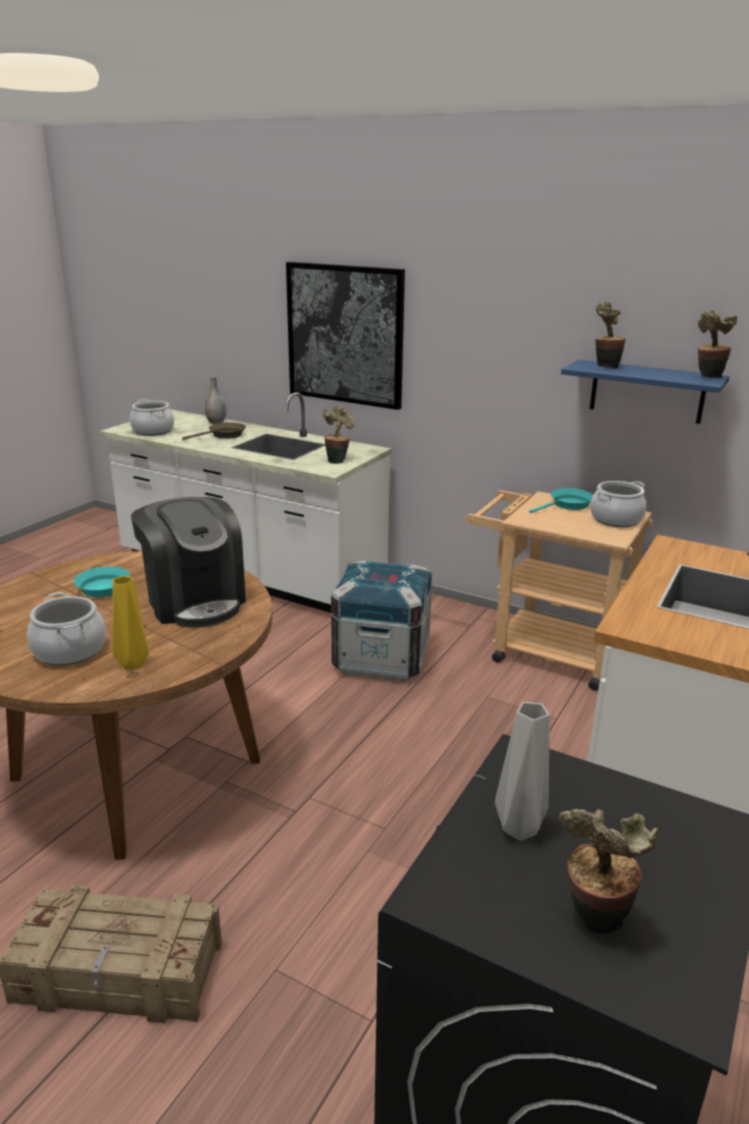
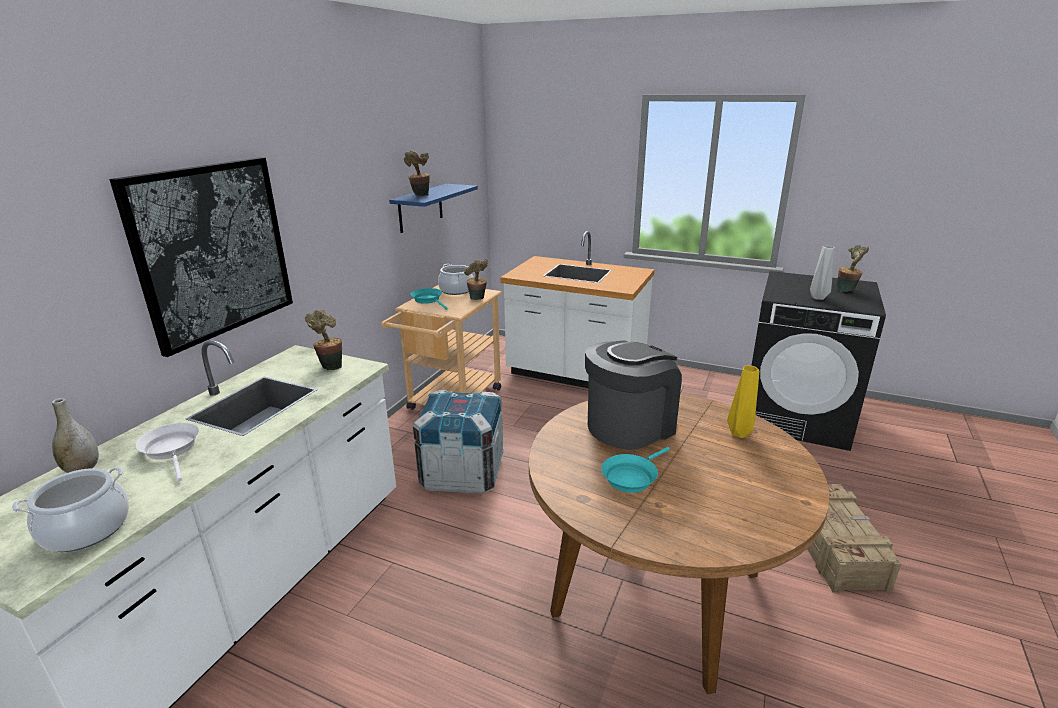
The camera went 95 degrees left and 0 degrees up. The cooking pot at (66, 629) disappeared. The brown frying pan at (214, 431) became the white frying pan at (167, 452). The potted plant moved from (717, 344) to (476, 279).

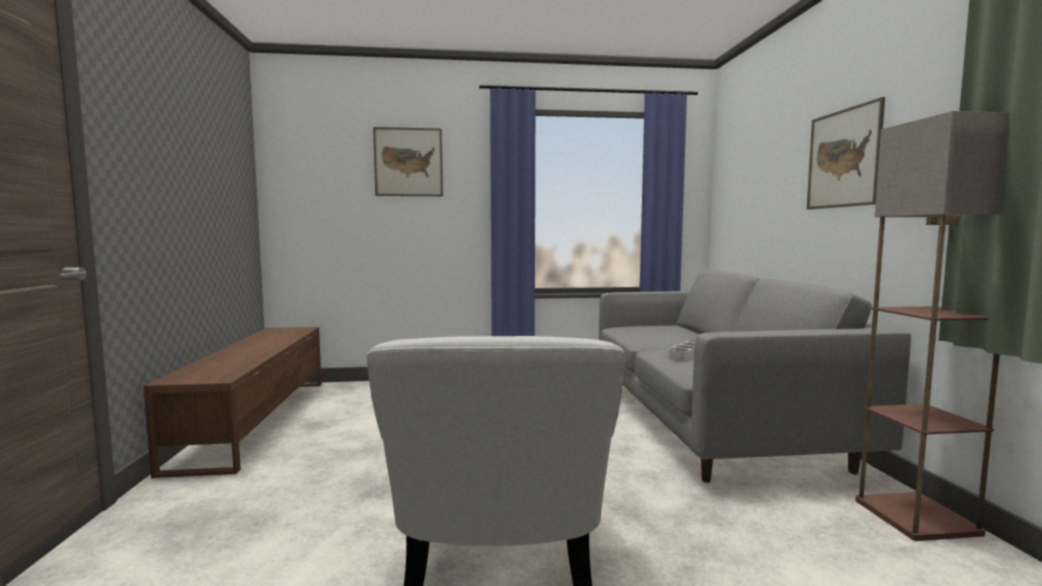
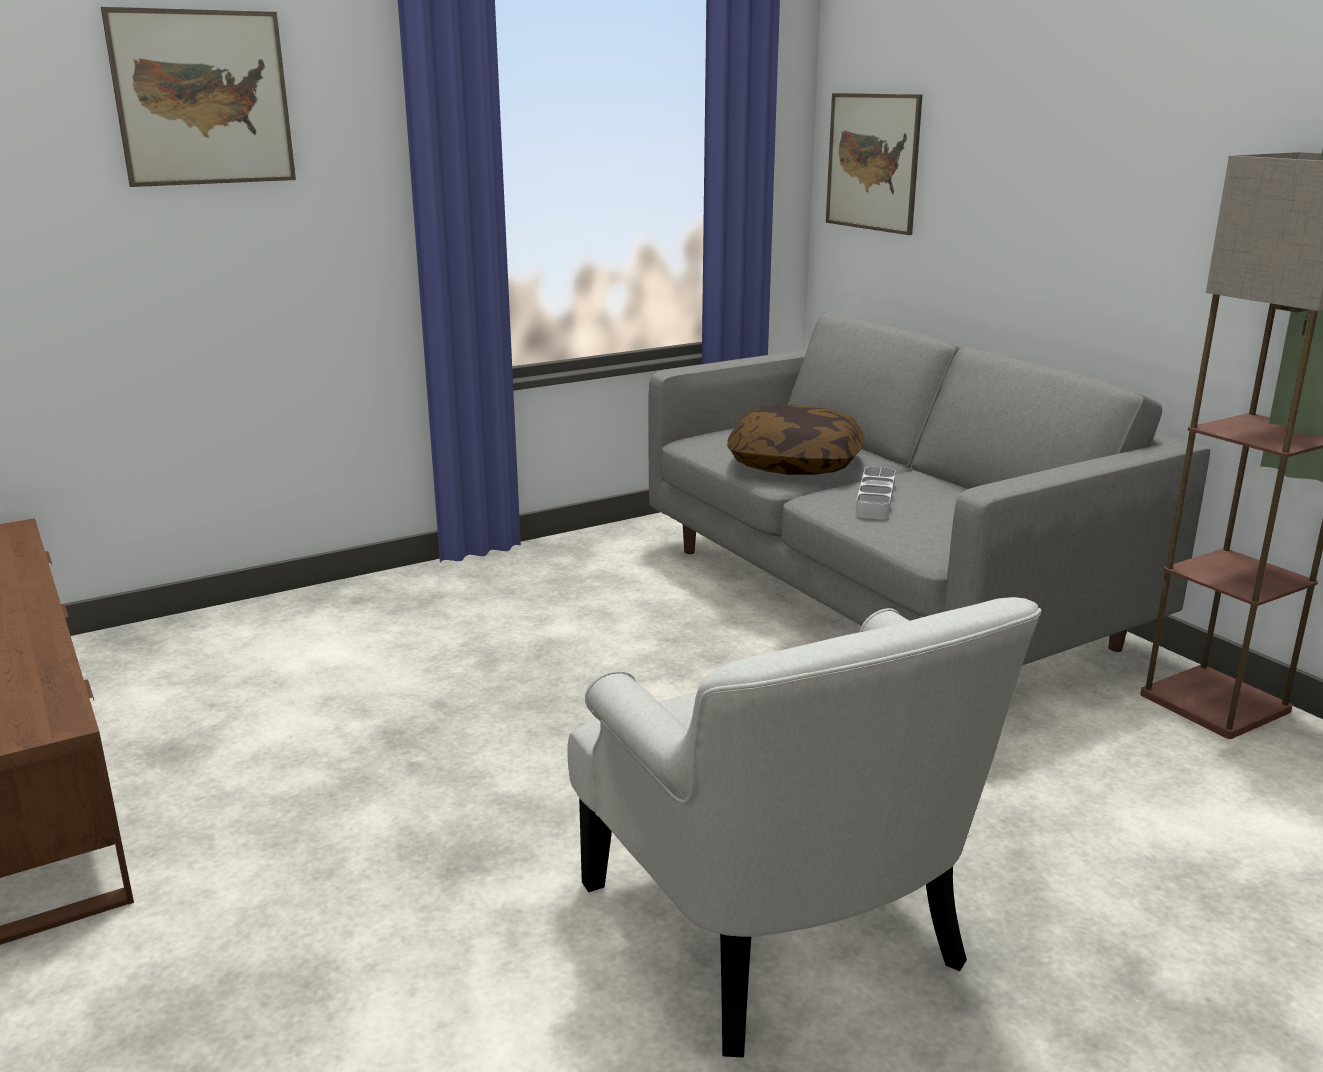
The camera went 25 degrees left and 15 degrees up. The picture moved from (846, 153) to (874, 164). The pillow at (795, 440) appeared.

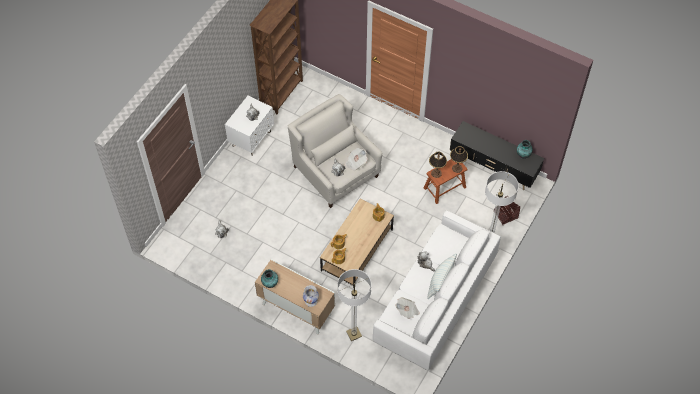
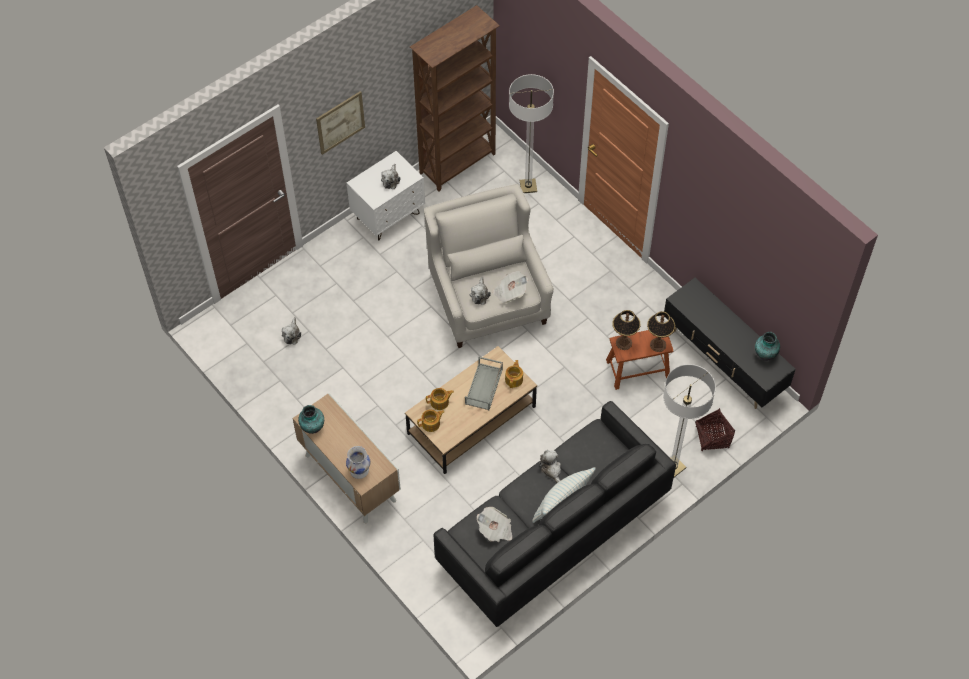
The camera went 20 degrees right and 0 degrees up. The floor lamp moved from (354, 305) to (531, 133). The white sofa at (437, 290) became the black sofa at (555, 514). The picture at (340, 123) appeared. The grey tray at (484, 383) appeared.

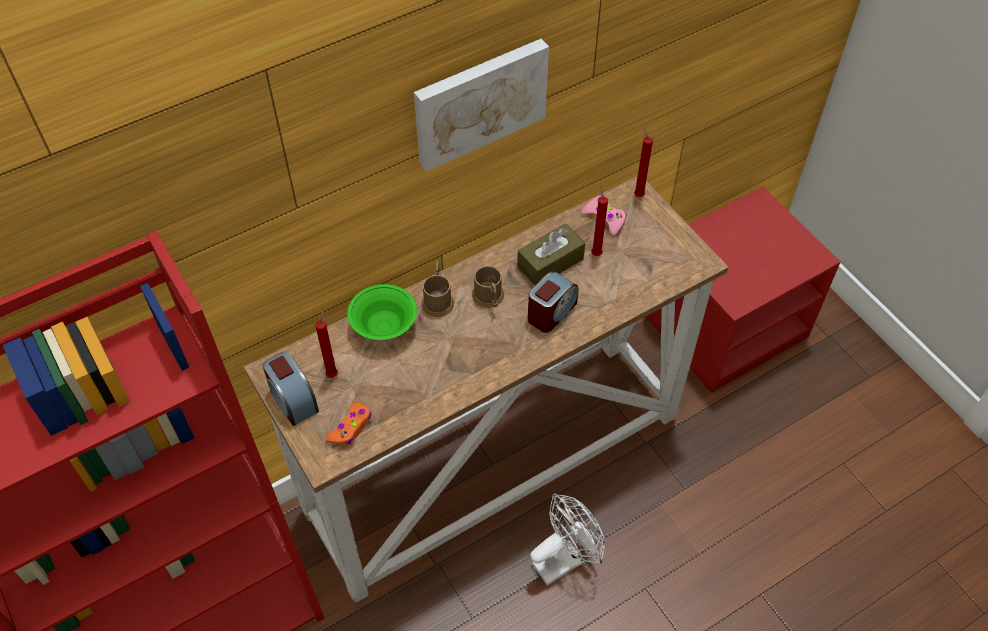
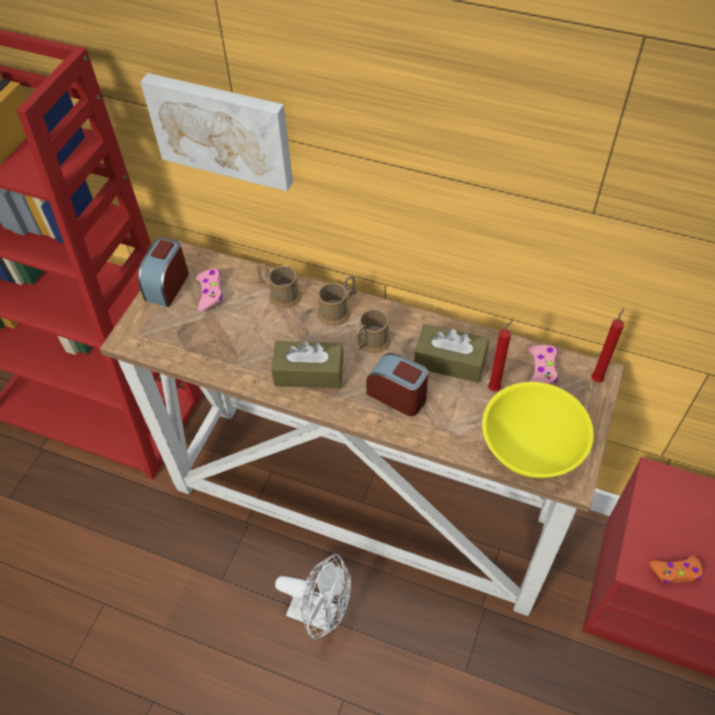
The camera went 55 degrees right and 0 degrees up. The red candle at (326, 344) was replaced by the pink game controller at (209, 290). The orange game controller moved from (348, 423) to (676, 570). The green bowl at (382, 312) was replaced by the brown mug at (279, 286). The picture moved from (481, 105) to (216, 132). The alarm clock at (553, 302) turned 150 degrees counterclockwise. The brown tissue box at (307, 364) appeared. The yellow bowl at (538, 430) appeared.

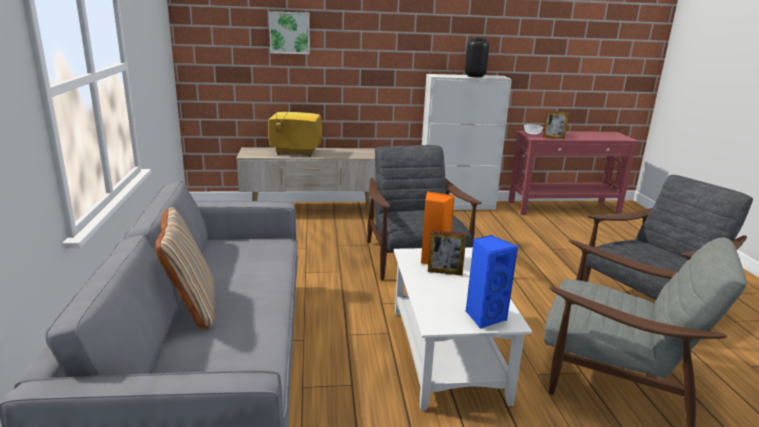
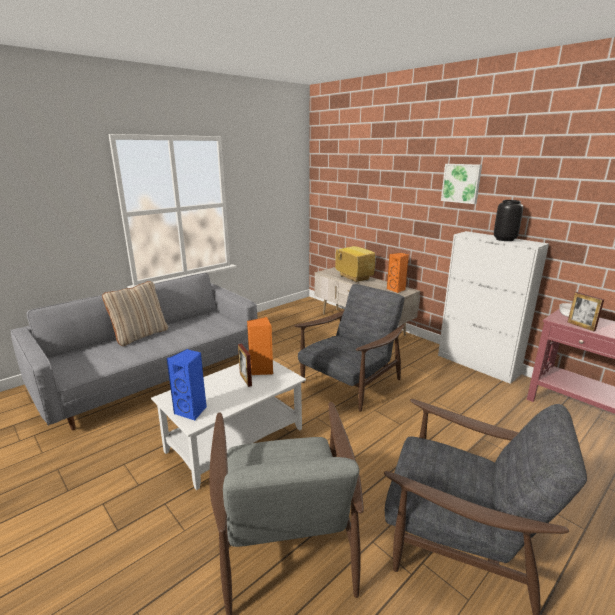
The camera went 55 degrees right and 0 degrees up. The picture moved from (289, 32) to (461, 184). The orange speaker at (398, 273) appeared.

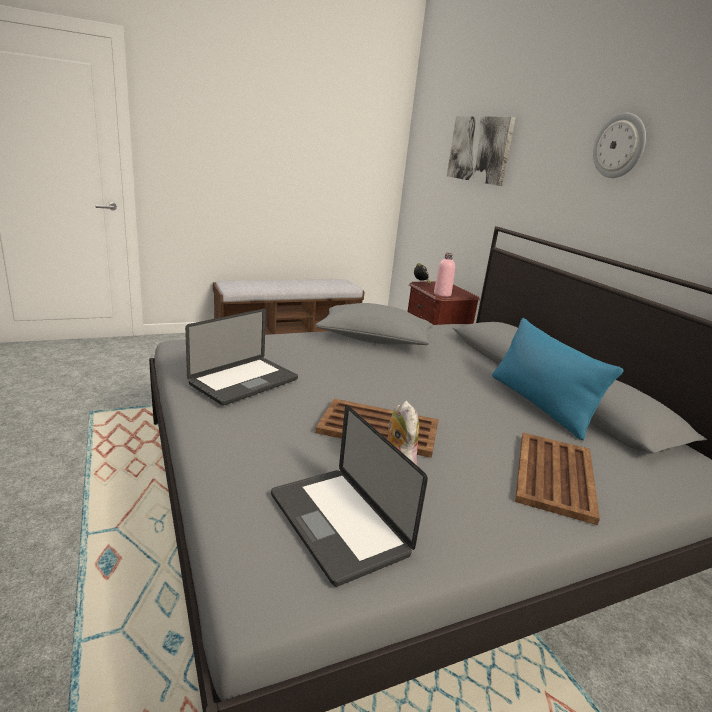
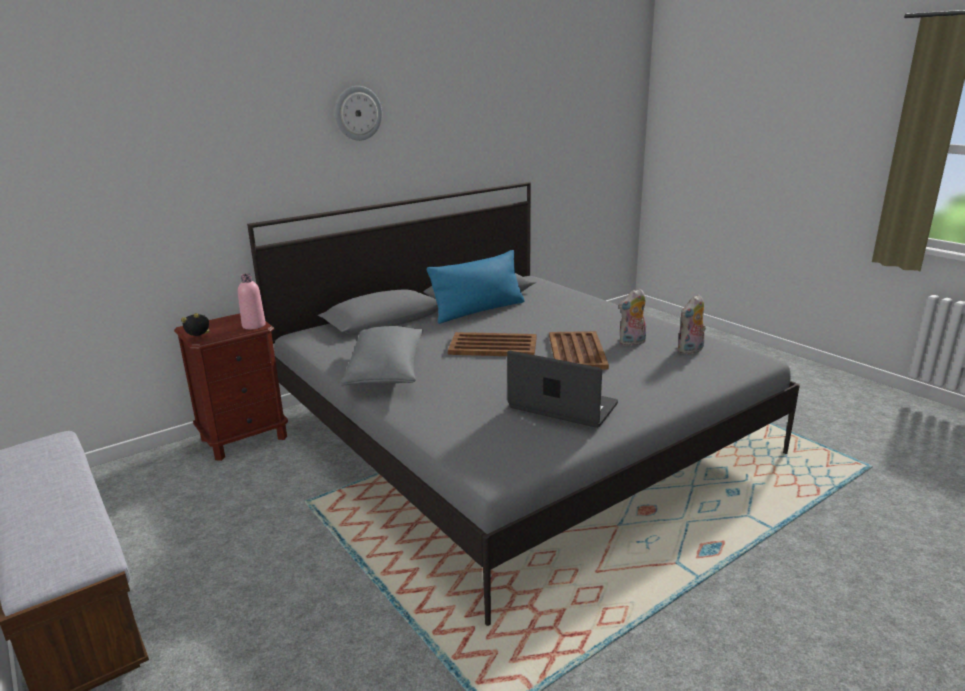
The camera went 100 degrees left and 0 degrees up. The laptop at (349, 496) was replaced by the plush toy at (691, 324). The picture at (481, 151) disappeared. The brown tray moved from (557, 479) to (492, 344).

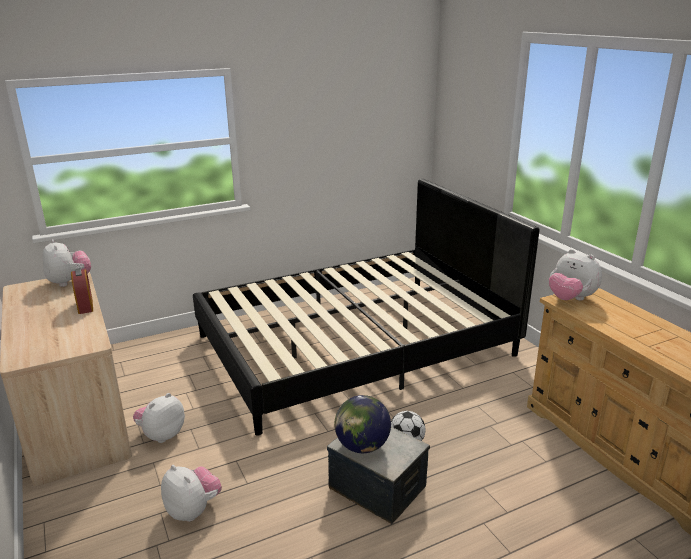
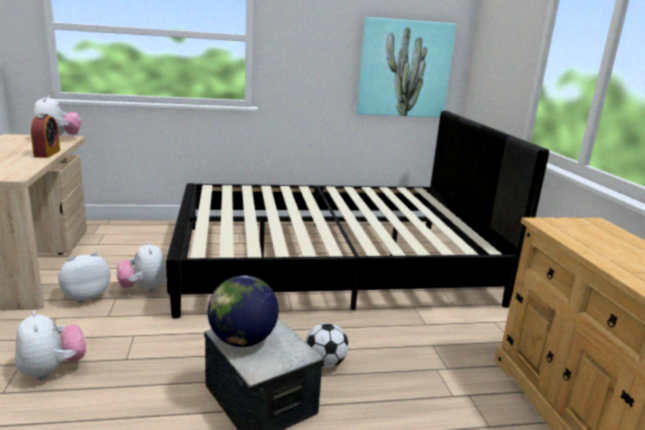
The camera went 15 degrees right and 5 degrees down. The plush toy moved from (575, 274) to (142, 266). The picture at (406, 67) appeared.

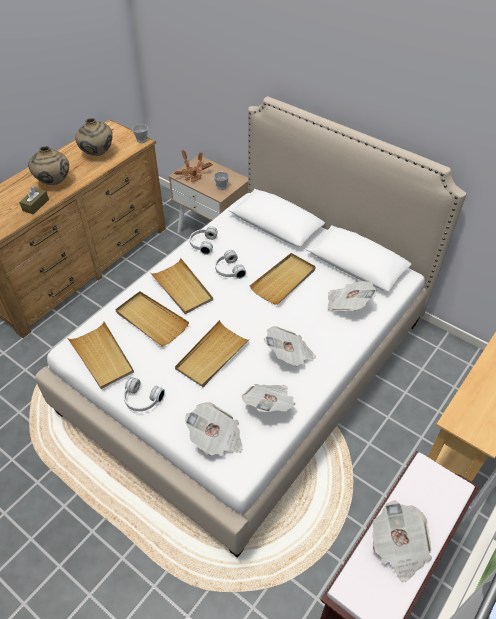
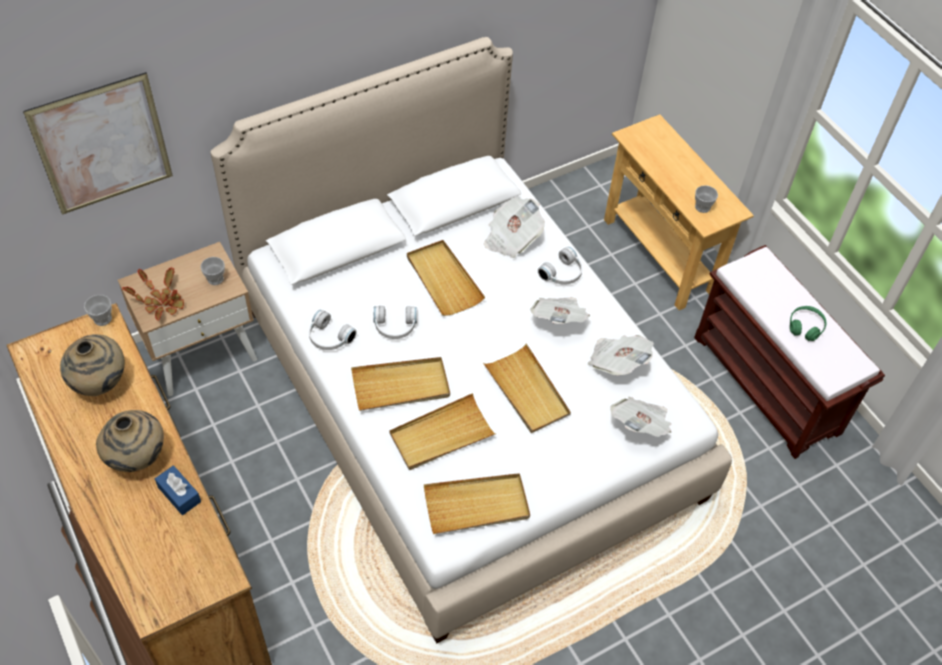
The camera went 70 degrees left and 5 degrees up. The brown tissue box at (34, 200) became the blue tissue box at (178, 490). The white headphones moved from (144, 394) to (560, 265). The newspaper at (402, 541) was replaced by the green headphones at (808, 323). The picture at (98, 143) appeared. The cup at (706, 199) appeared.

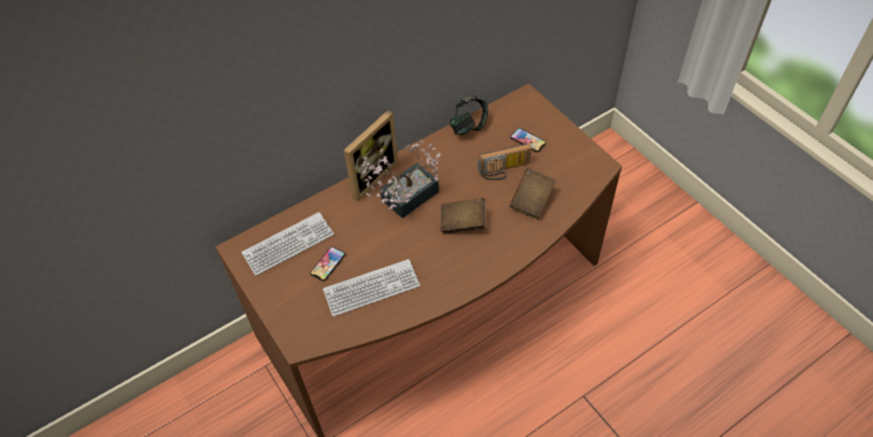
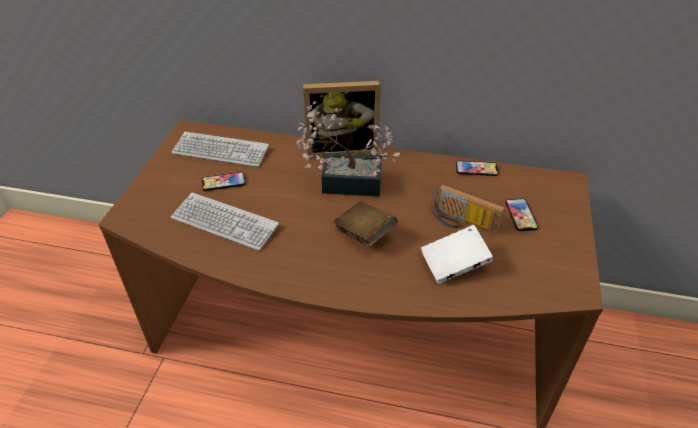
The camera went 45 degrees right and 10 degrees down. The headphones at (469, 115) was replaced by the phone at (477, 168). The brown book at (532, 193) became the white book at (457, 254).

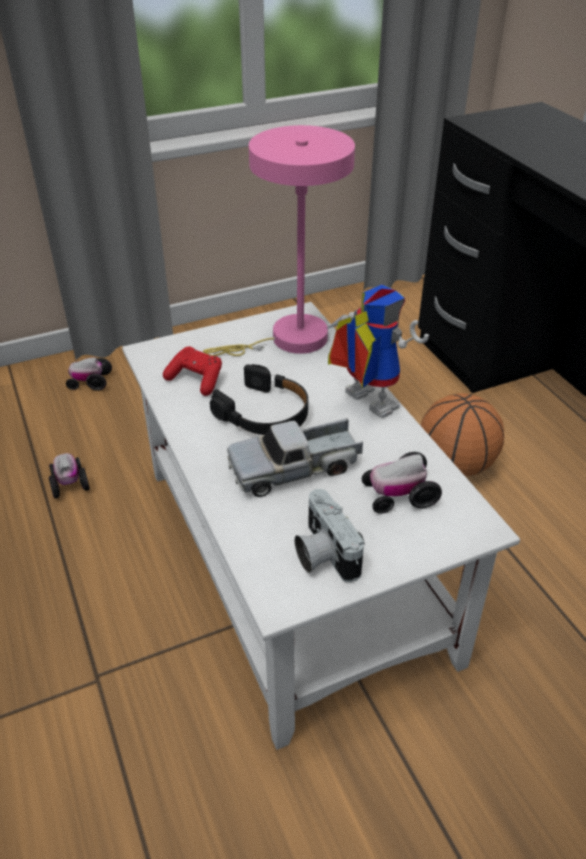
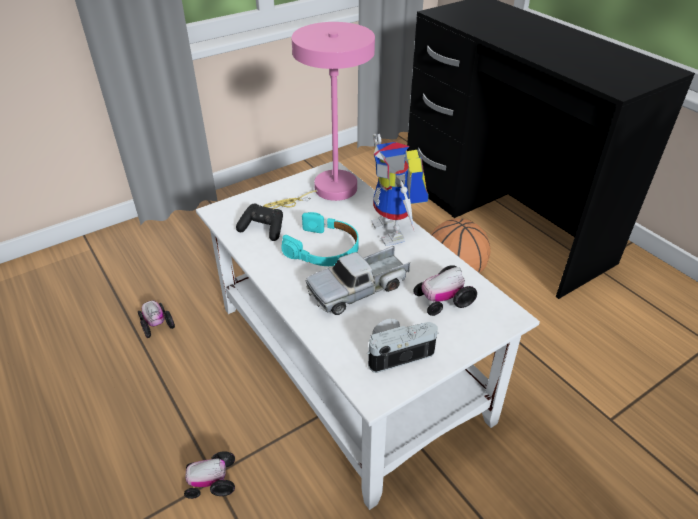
The camera went 10 degrees left and 0 degrees up. The toy car moved from (89, 374) to (209, 475). The red game controller at (192, 371) became the black game controller at (259, 222). The black headphones at (259, 399) became the turquoise headphones at (320, 239). The photo camera at (329, 535) turned 105 degrees clockwise. The toy robot at (377, 351) turned 150 degrees counterclockwise.

